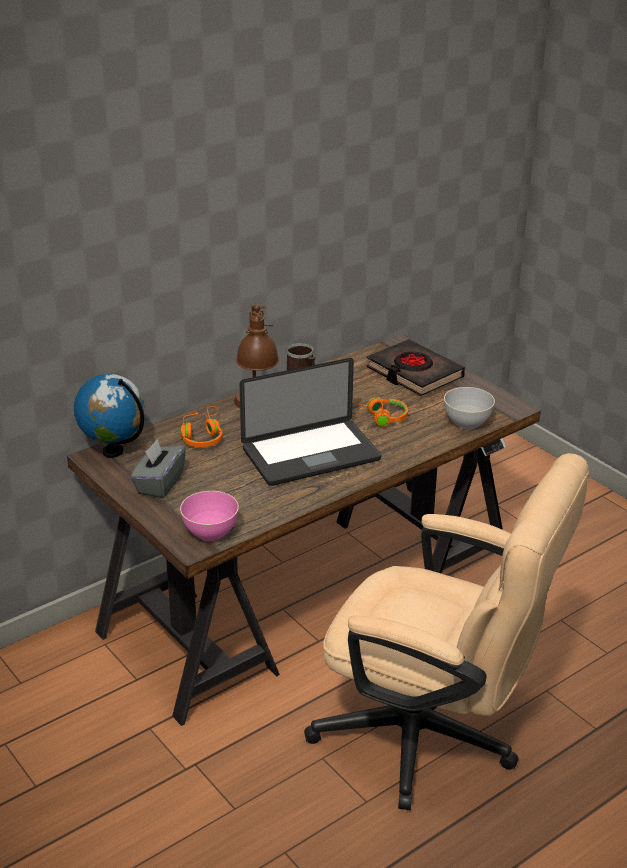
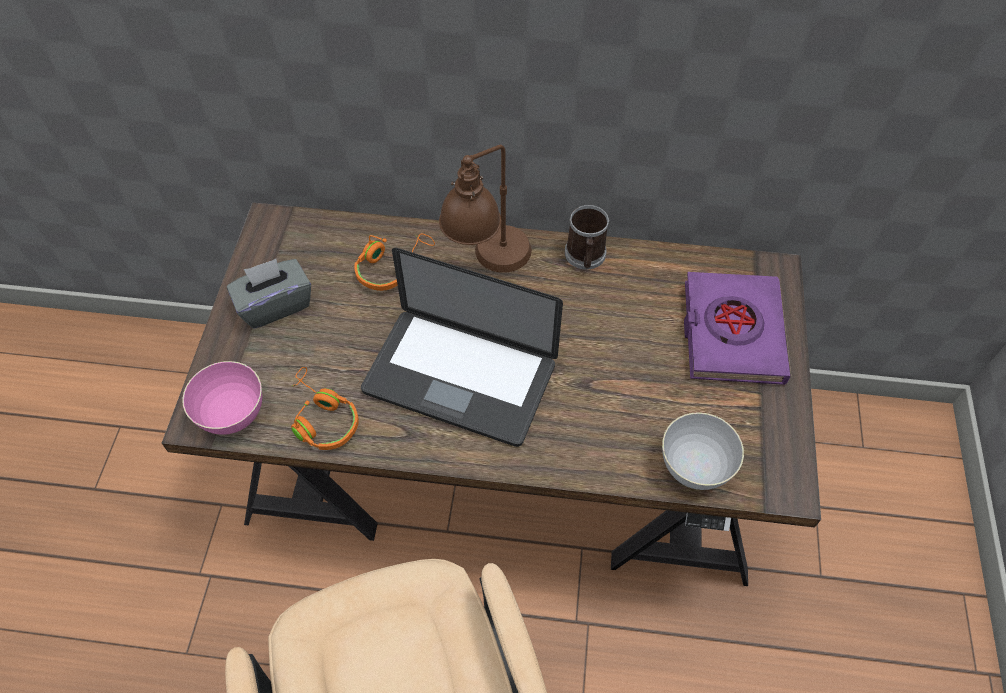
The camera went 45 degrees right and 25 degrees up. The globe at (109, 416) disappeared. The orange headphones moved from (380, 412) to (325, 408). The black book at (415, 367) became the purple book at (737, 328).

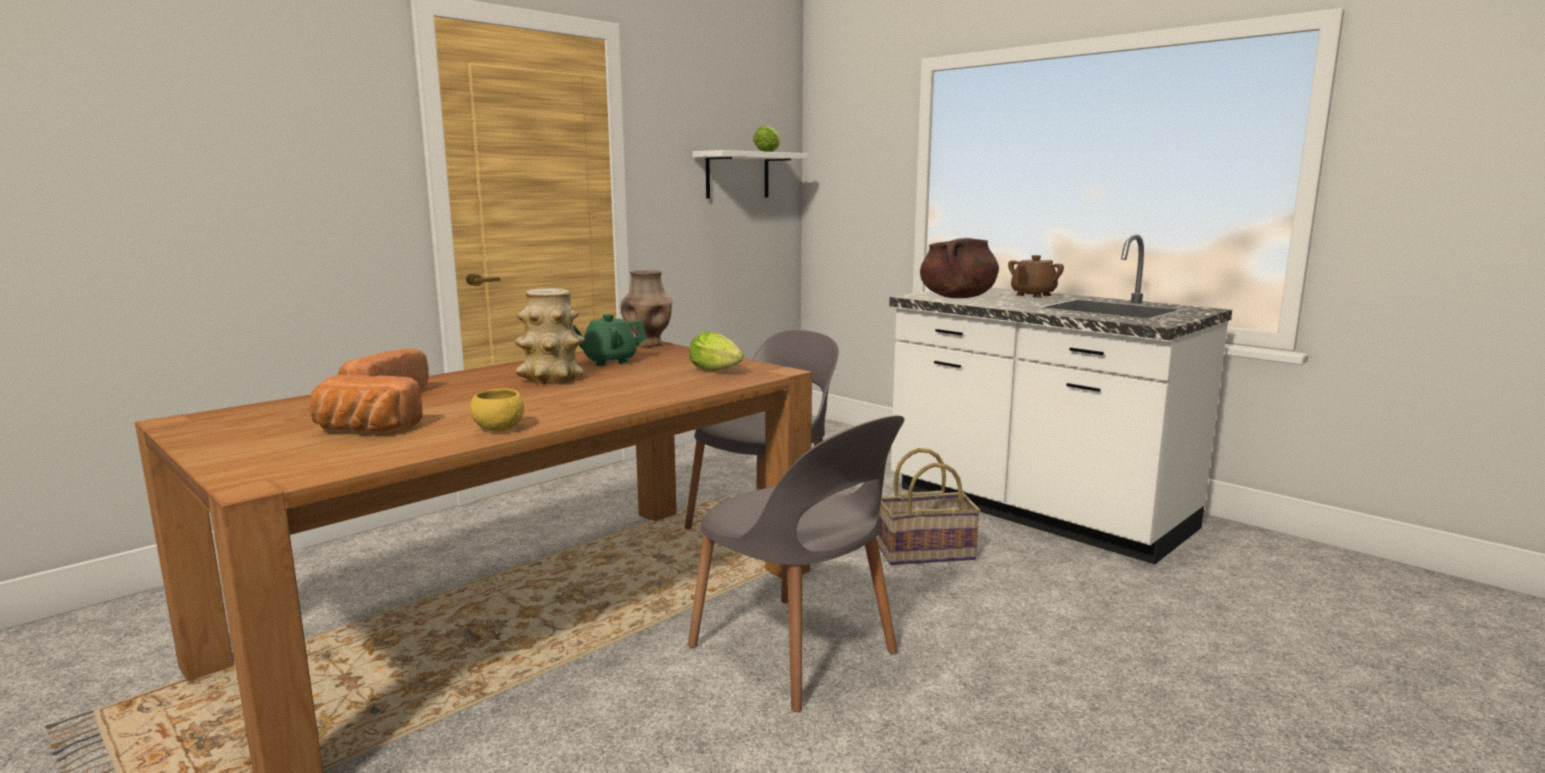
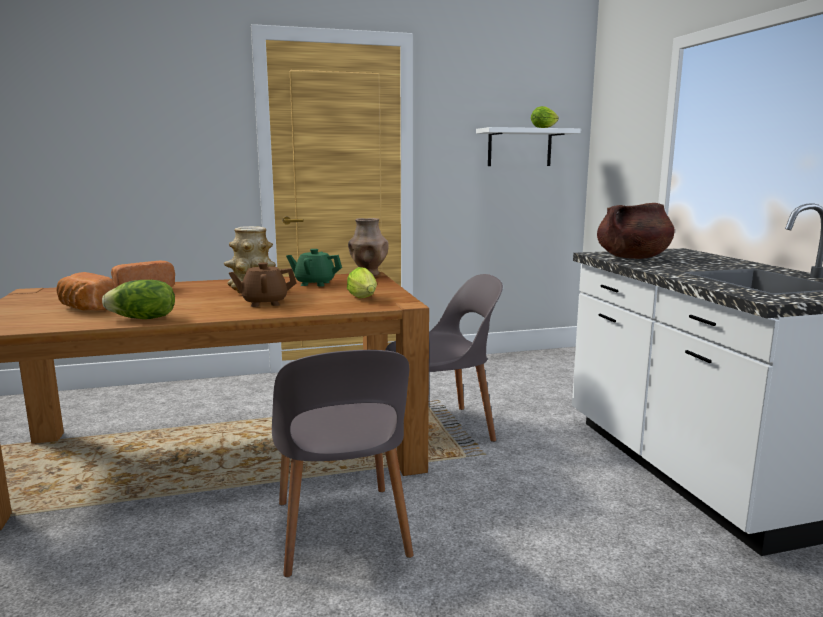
The camera went 30 degrees right and 0 degrees up. The yellow bowl at (497, 410) was replaced by the lettuce at (138, 299). The basket at (929, 506) disappeared. The brown teapot moved from (1036, 276) to (262, 285).

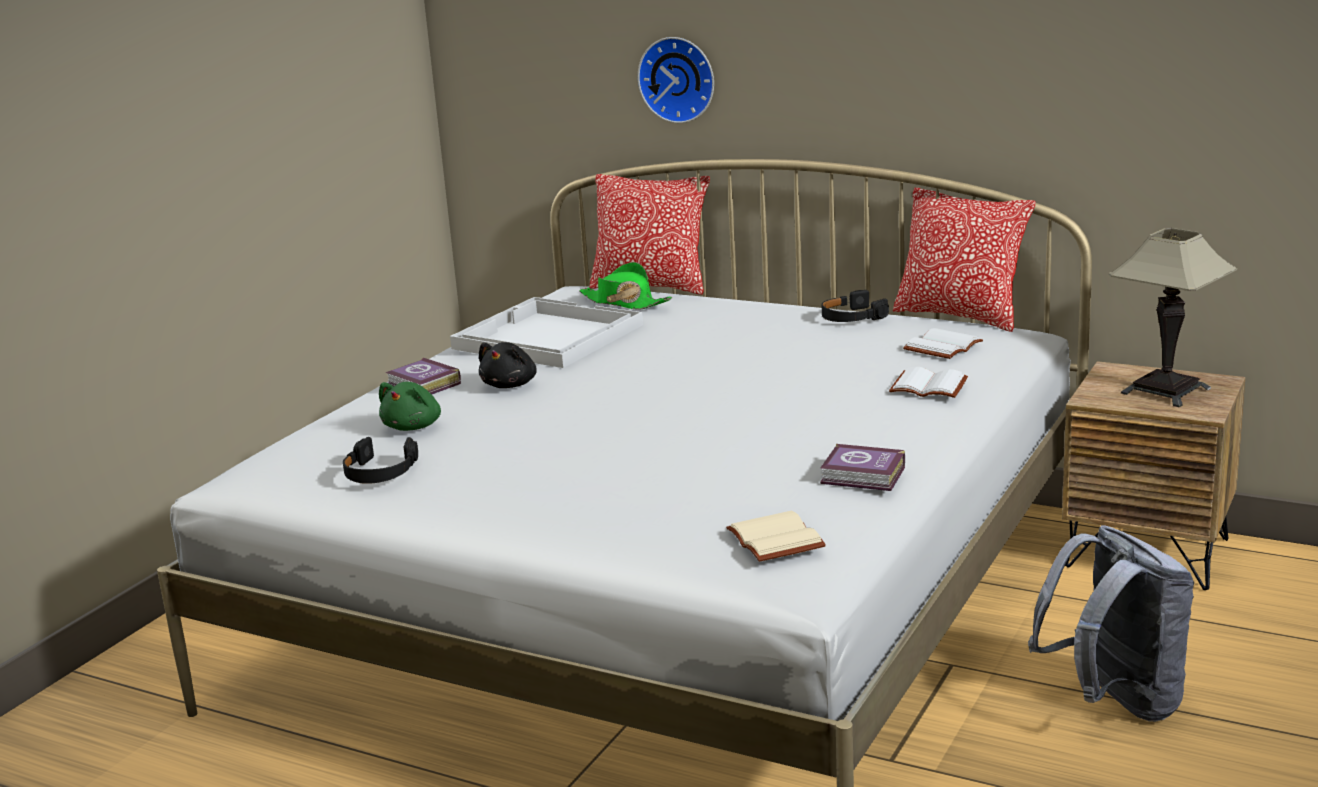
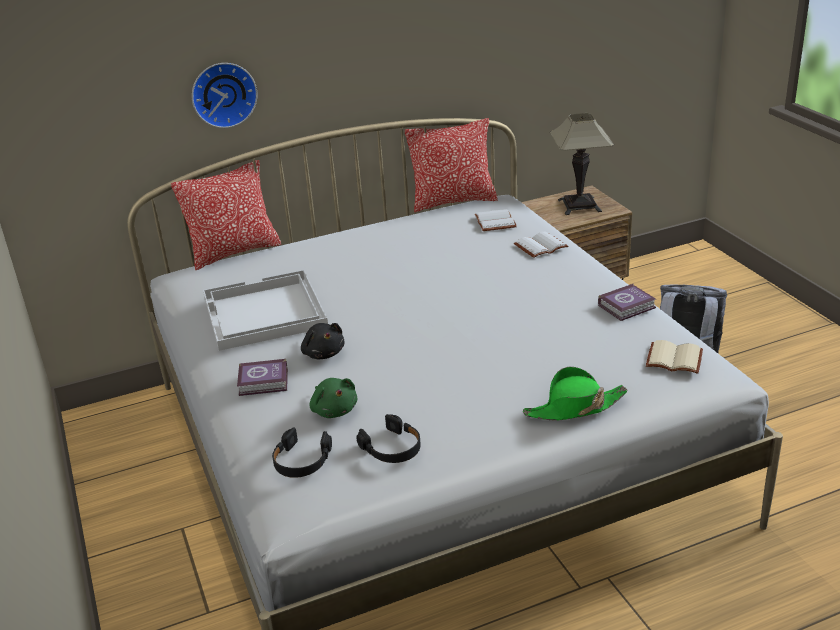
The camera went 50 degrees left and 10 degrees up. The green hat moved from (625, 286) to (575, 393). The black headphones moved from (855, 306) to (302, 453).

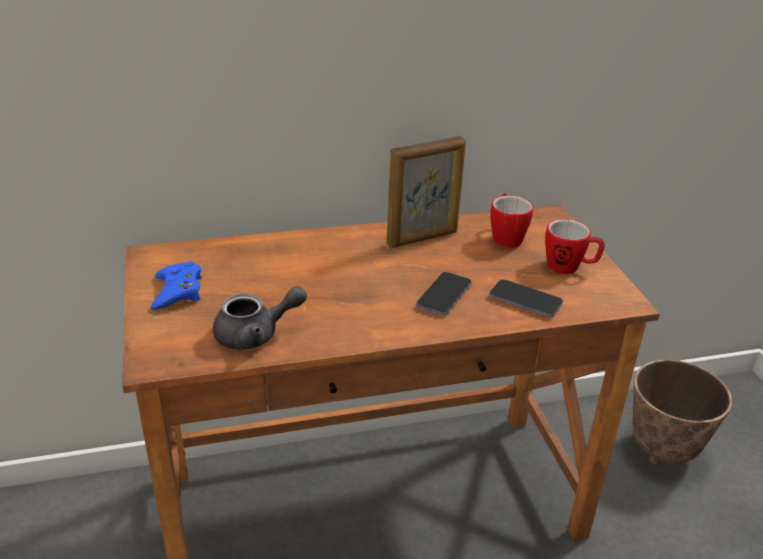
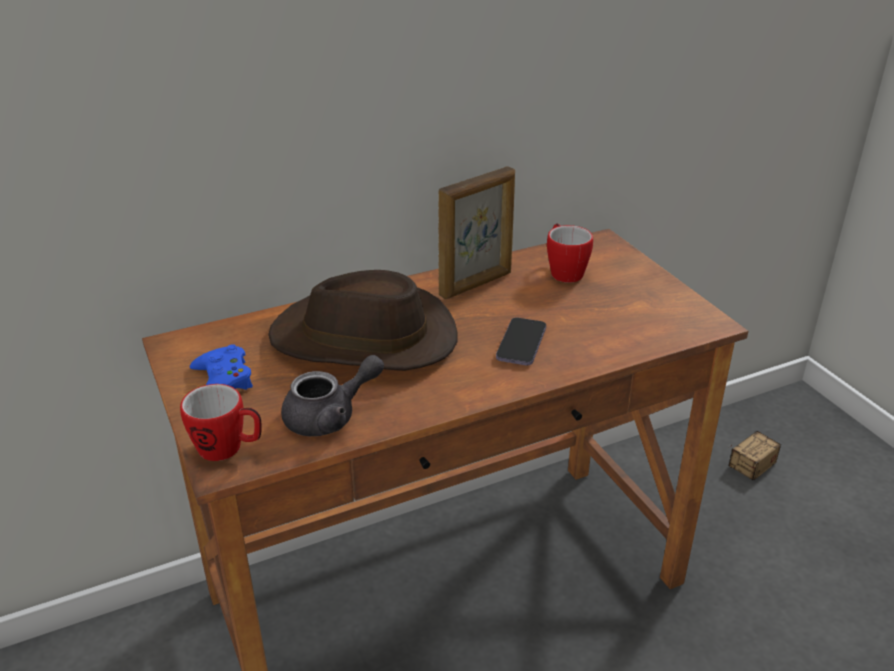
The camera went 10 degrees left and 0 degrees up. The phone at (526, 298) disappeared. The mug moved from (574, 246) to (221, 422). The planter at (682, 411) was replaced by the storage box at (754, 455). The brown hat at (362, 320) appeared.

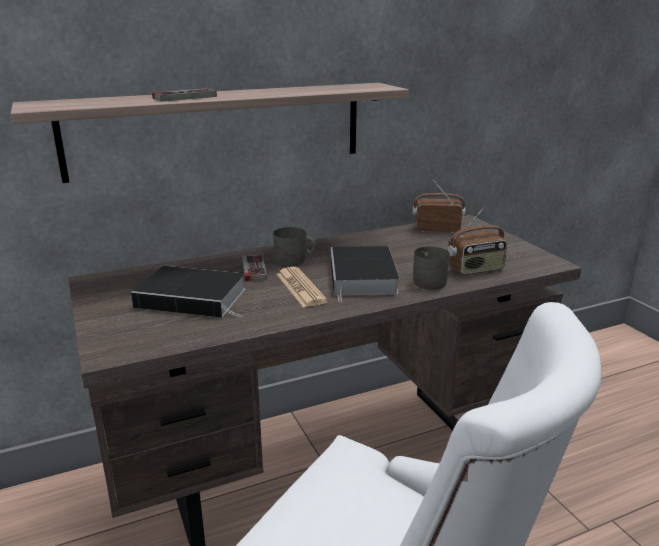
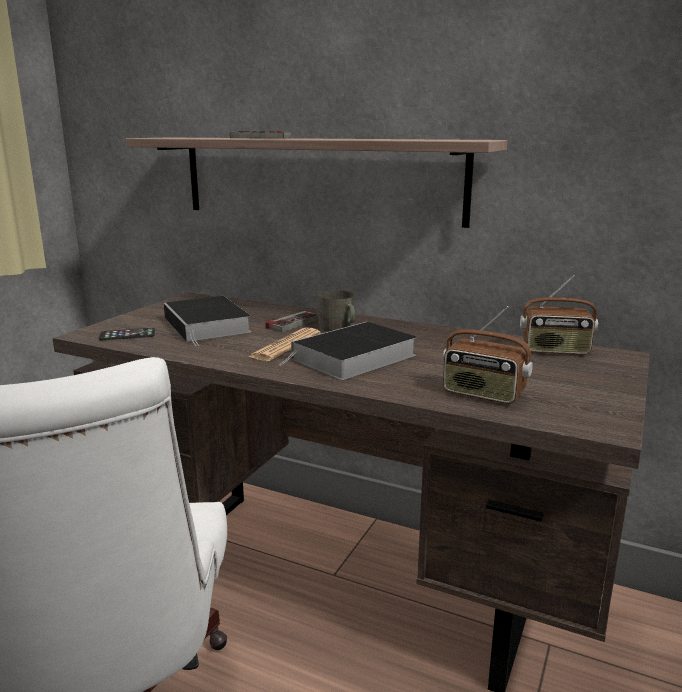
The camera went 50 degrees right and 5 degrees down. The radio at (438, 206) turned 135 degrees clockwise. The grey mug at (431, 268) disappeared. The phone at (127, 334) appeared.

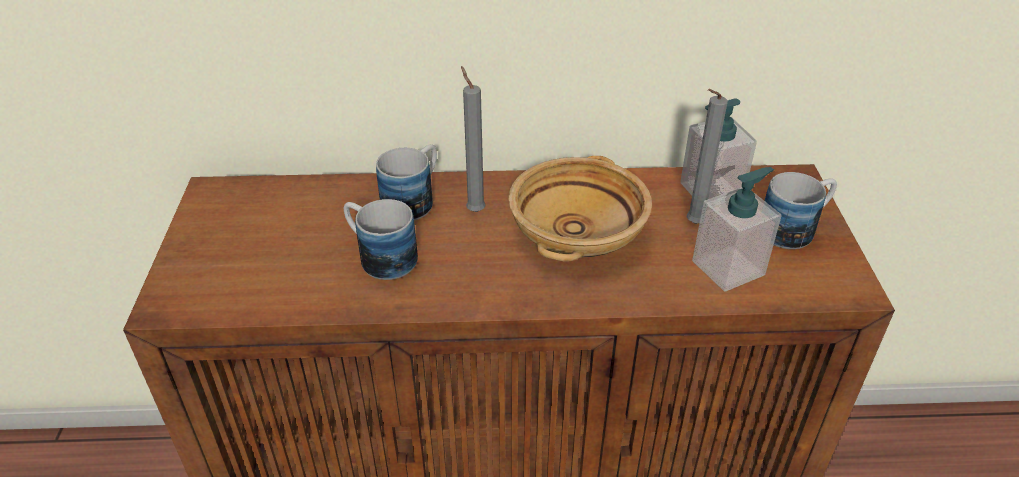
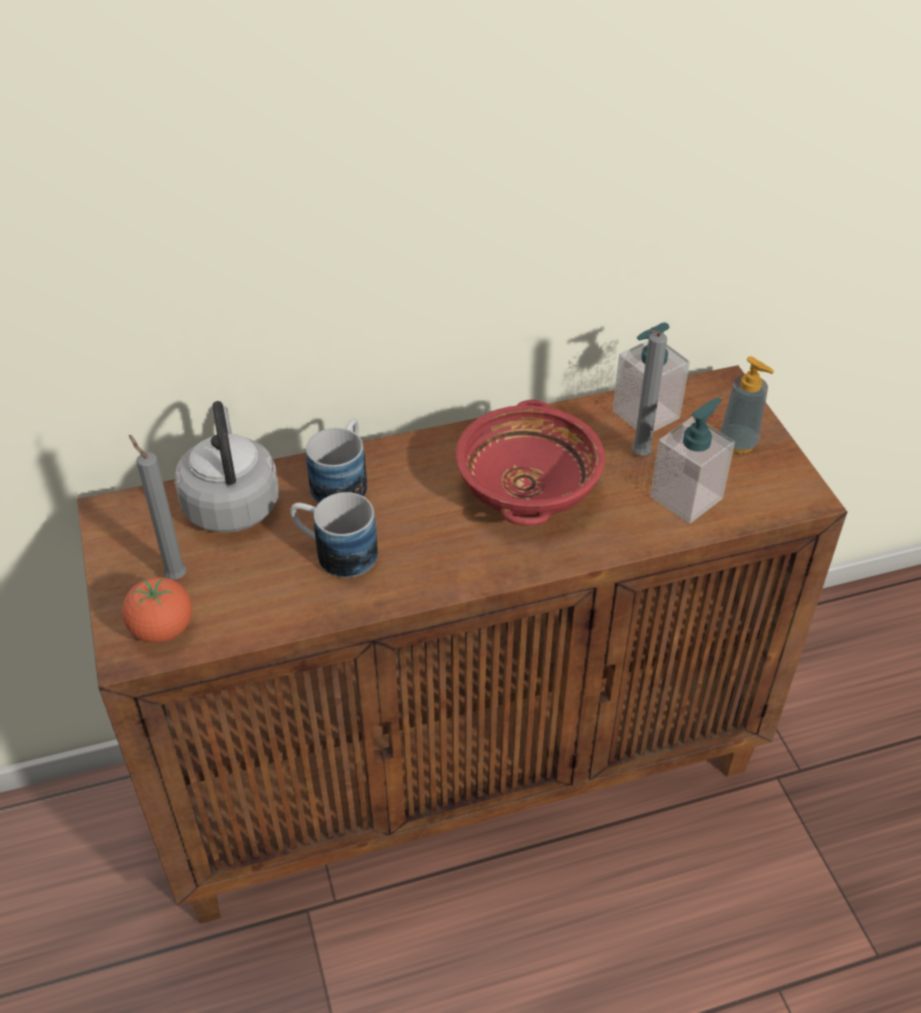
The camera went 15 degrees left and 5 degrees up. The grey candle moved from (473, 139) to (157, 507). The beige bowl at (580, 209) became the red bowl at (530, 462). The mug at (801, 210) was replaced by the soap dispenser at (747, 405). The tomato at (157, 610) appeared. The grey kettle at (226, 467) appeared.

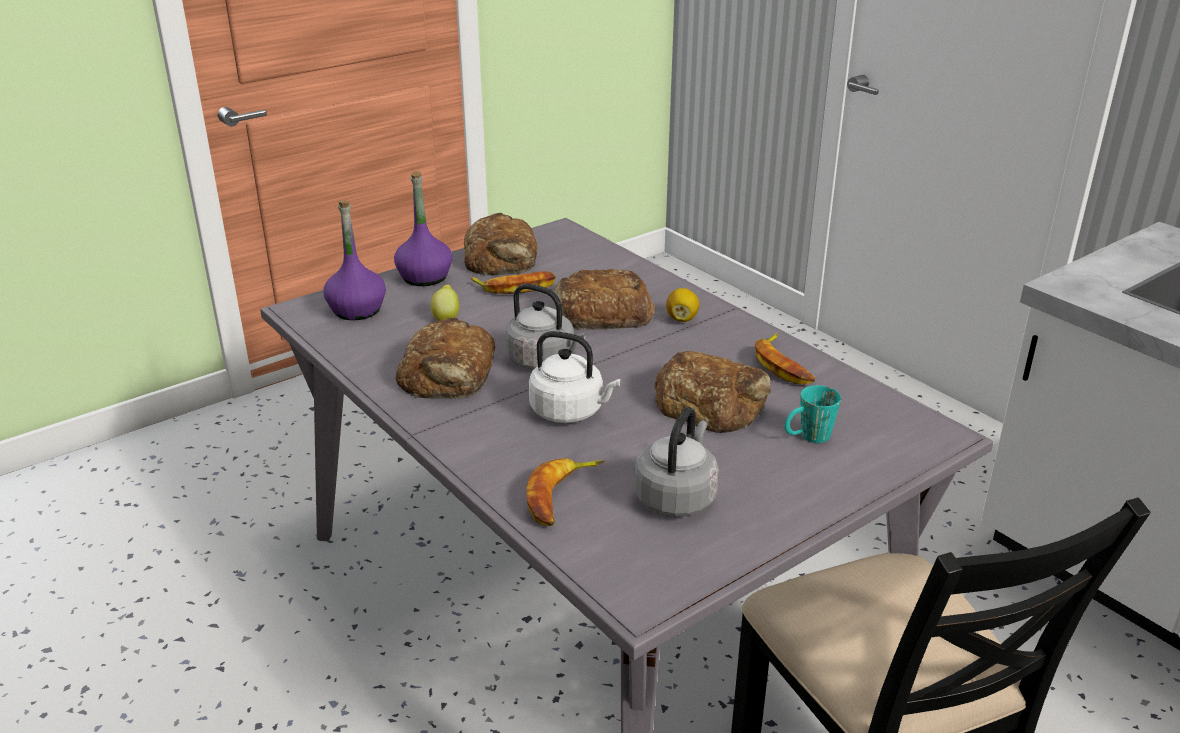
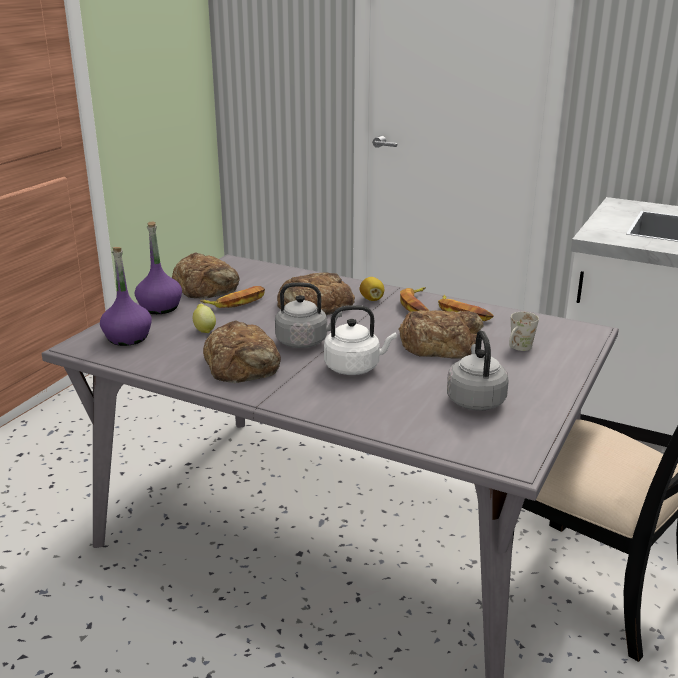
The camera went 25 degrees left and 5 degrees down. The banana moved from (565, 492) to (414, 299). The turquoise mug at (813, 414) became the white mug at (524, 331).

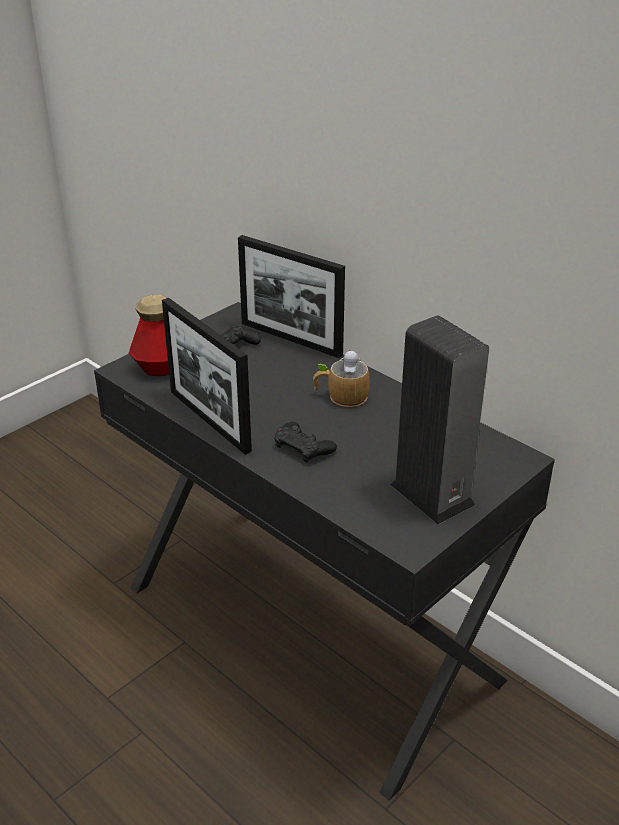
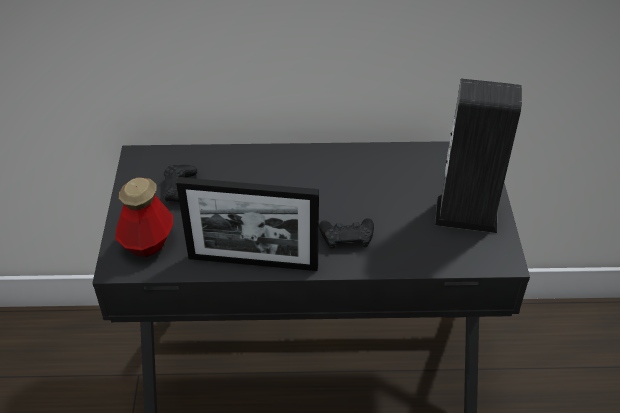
The camera went 45 degrees left and 10 degrees up. The picture frame at (291, 296) disappeared. The mug at (341, 378) disappeared.

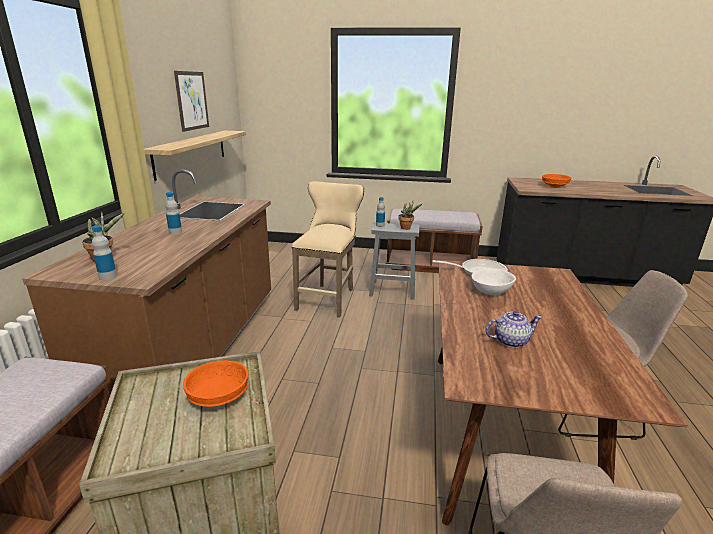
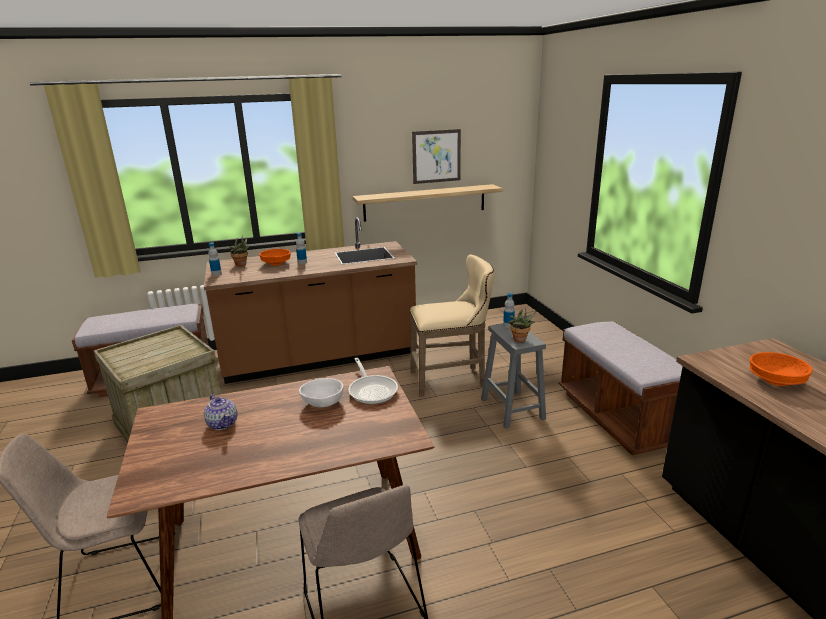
The camera went 65 degrees right and 0 degrees up. The orange bowl moved from (216, 383) to (275, 257).

